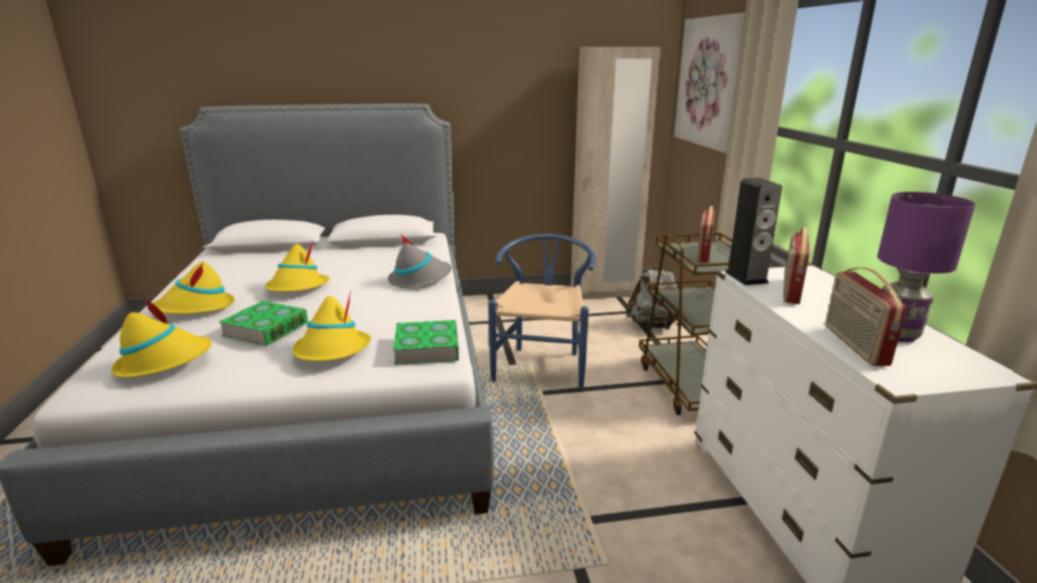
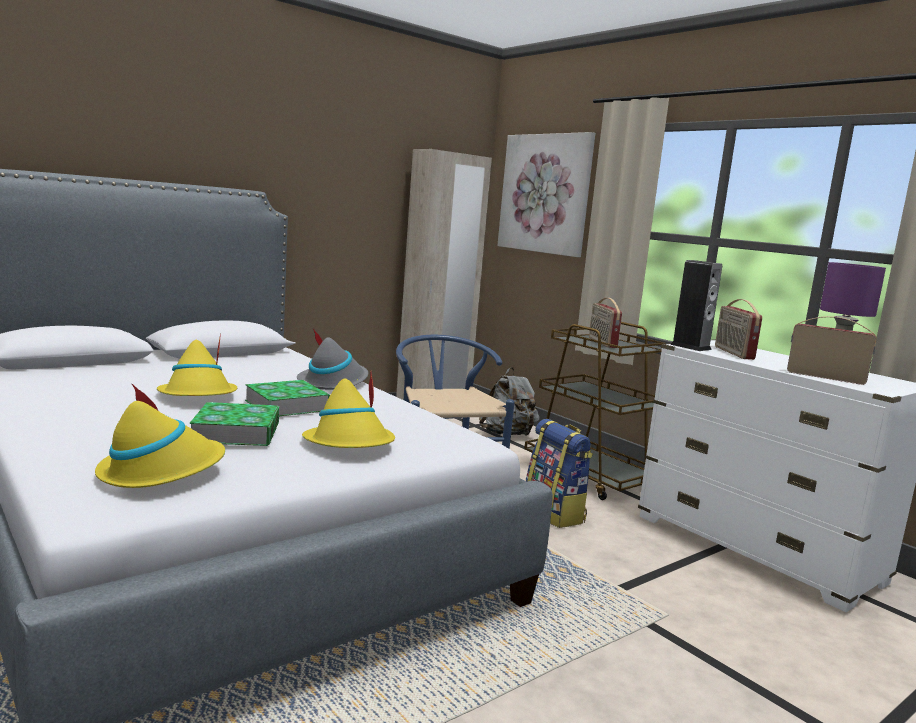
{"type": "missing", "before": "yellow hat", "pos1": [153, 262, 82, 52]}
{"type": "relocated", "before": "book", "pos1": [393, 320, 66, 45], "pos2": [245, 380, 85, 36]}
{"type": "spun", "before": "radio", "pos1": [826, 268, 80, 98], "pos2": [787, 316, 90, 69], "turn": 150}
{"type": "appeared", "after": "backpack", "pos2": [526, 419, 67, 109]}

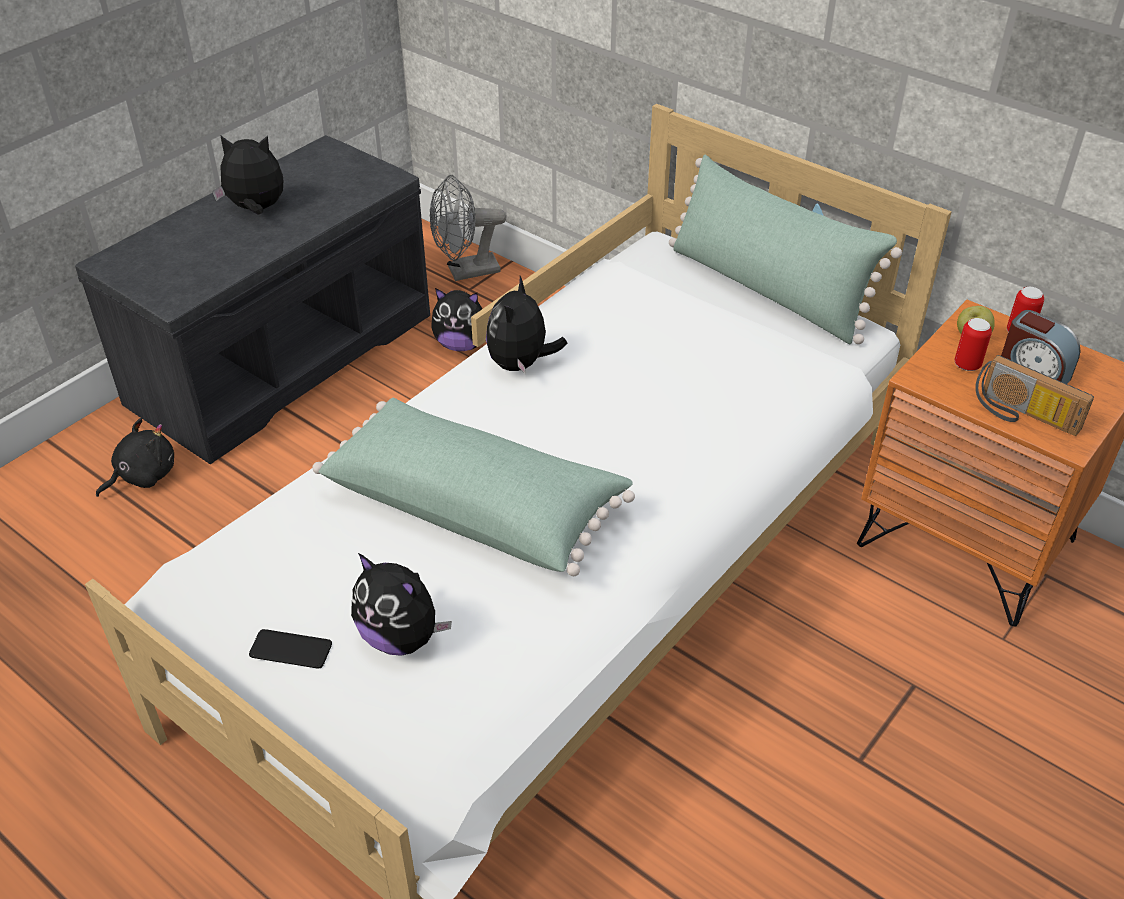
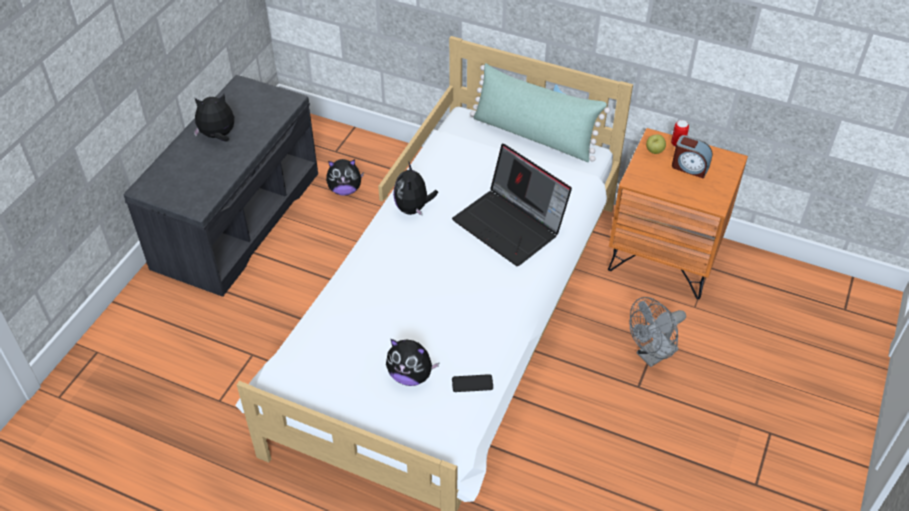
{"type": "missing", "before": "black plush toy", "pos1": [96, 418, 78, 79]}
{"type": "relocated", "before": "phone", "pos1": [249, 629, 83, 39], "pos2": [452, 374, 41, 18]}
{"type": "missing", "before": "green pillow", "pos1": [312, 398, 323, 178]}
{"type": "relocated", "before": "grey fan", "pos1": [430, 175, 76, 106], "pos2": [630, 297, 56, 70]}
{"type": "missing", "before": "can", "pos1": [955, 318, 37, 53]}
{"type": "missing", "before": "radio", "pos1": [975, 355, 119, 81]}
{"type": "appeared", "after": "laptop", "pos2": [452, 144, 120, 122]}

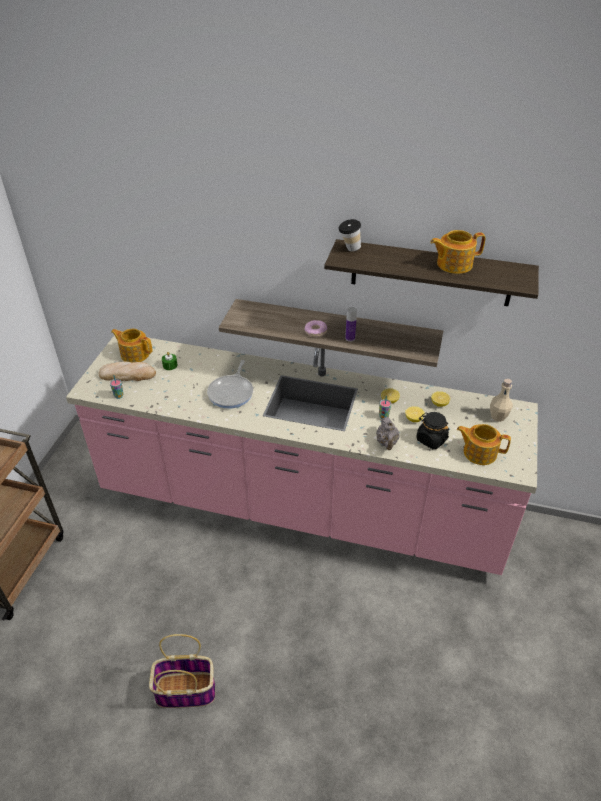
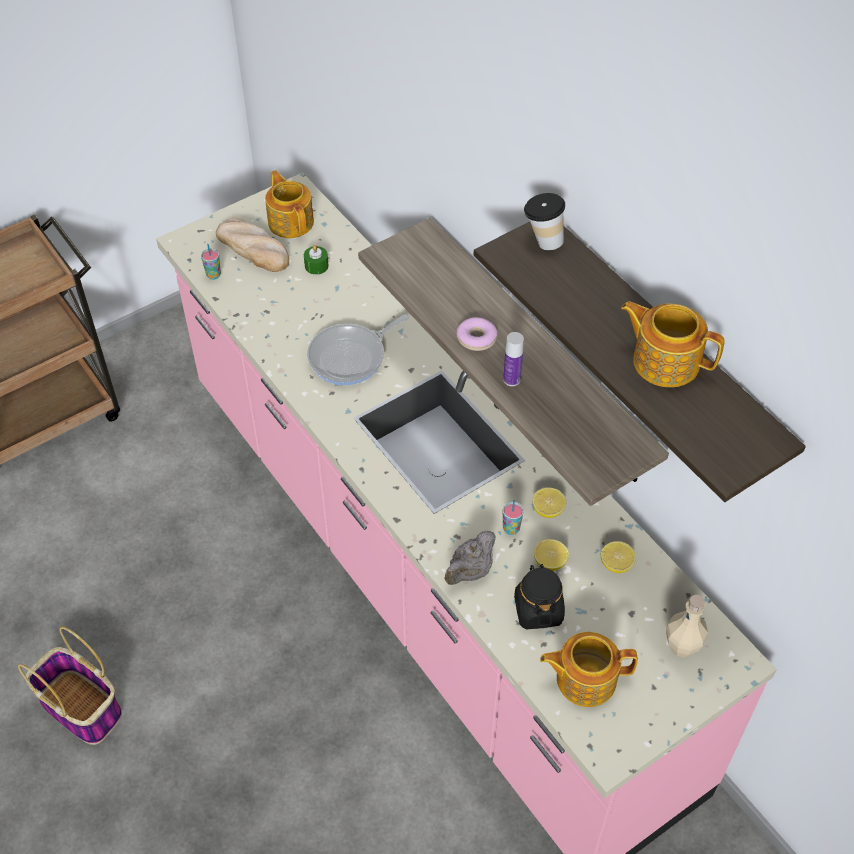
{"type": "spun", "before": "teapot", "pos1": [457, 424, 54, 41], "pos2": [540, 632, 98, 75], "turn": -60}

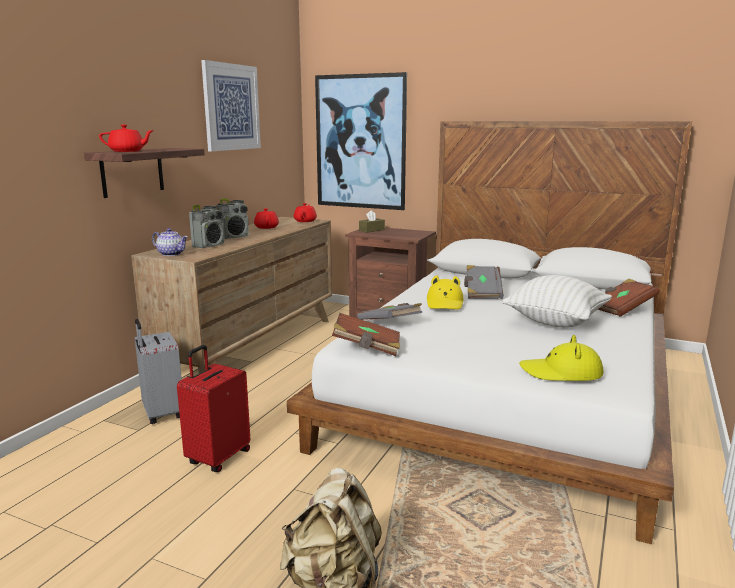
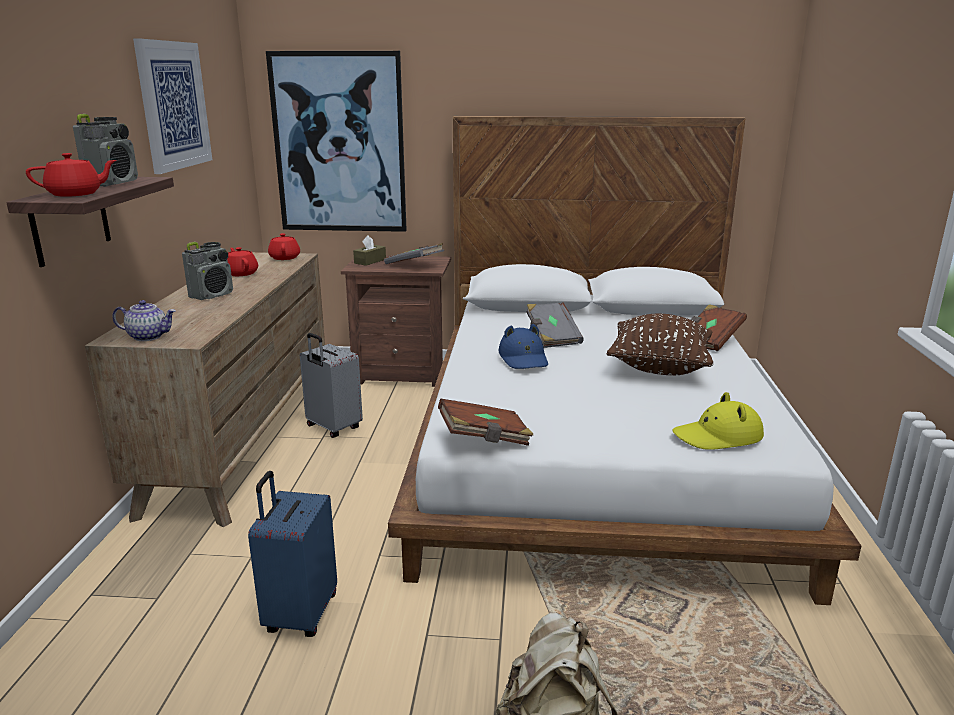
{"type": "relocated", "before": "grey suitcase", "pos1": [135, 319, 47, 105], "pos2": [300, 333, 63, 105]}
{"type": "colour", "before": "red suitcase", "after": "blue suitcase", "pos1": [177, 345, 73, 127], "pos2": [248, 471, 89, 166]}
{"type": "relocated", "before": "radio", "pos1": [189, 205, 36, 43], "pos2": [73, 114, 65, 73]}
{"type": "relocated", "before": "grey book", "pos1": [357, 303, 65, 17], "pos2": [384, 243, 60, 21]}
{"type": "colour", "before": "yellow hat", "after": "blue hat", "pos1": [427, 276, 37, 34], "pos2": [499, 324, 49, 45]}
{"type": "colour", "before": "white pillow", "after": "brown pillow", "pos1": [502, 275, 110, 53], "pos2": [606, 314, 107, 61]}

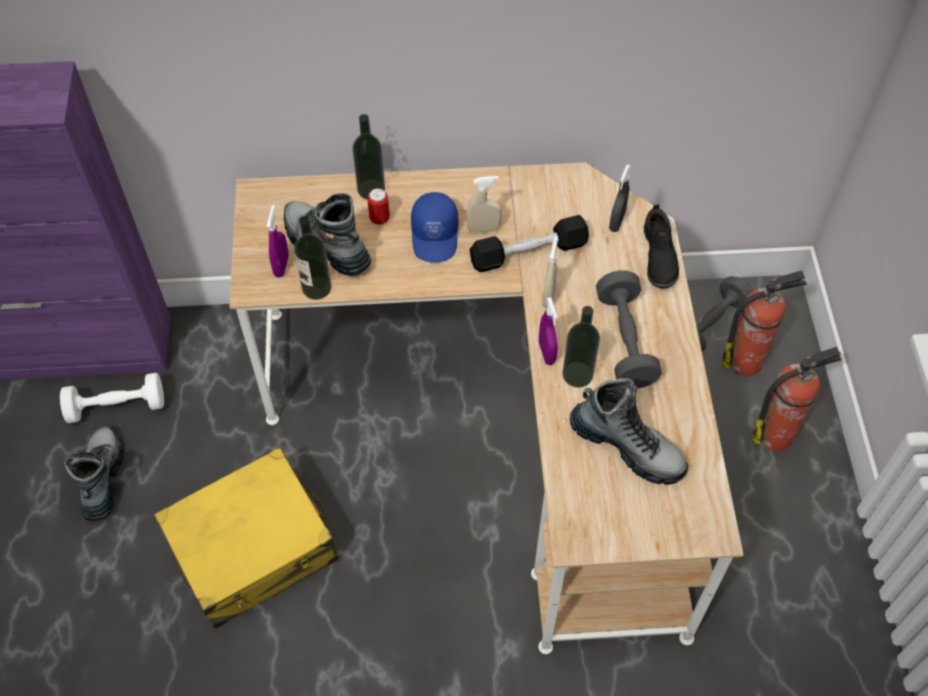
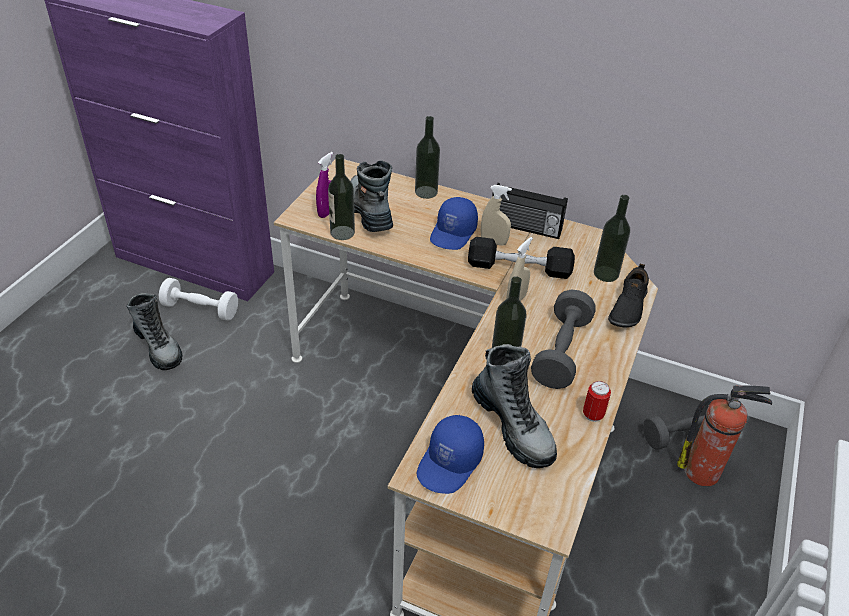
{"type": "spun", "before": "boot", "pos1": [64, 426, 60, 95], "pos2": [127, 293, 56, 77], "turn": 120}
{"type": "missing", "before": "yellow suitcase", "pos1": [154, 447, 185, 182]}
{"type": "relocated", "before": "can", "pos1": [367, 188, 23, 37], "pos2": [583, 381, 28, 41]}
{"type": "missing", "before": "purple spray bottle", "pos1": [539, 297, 19, 68]}
{"type": "exchanged", "before": "grey spray bottle", "after": "bottle", "pos1": [609, 164, 22, 68], "pos2": [594, 195, 36, 87]}
{"type": "missing", "before": "fire extinguisher", "pos1": [751, 347, 91, 104]}
{"type": "appeared", "after": "blue cap", "pos2": [417, 415, 67, 79]}
{"type": "appeared", "after": "radio", "pos2": [492, 183, 76, 56]}

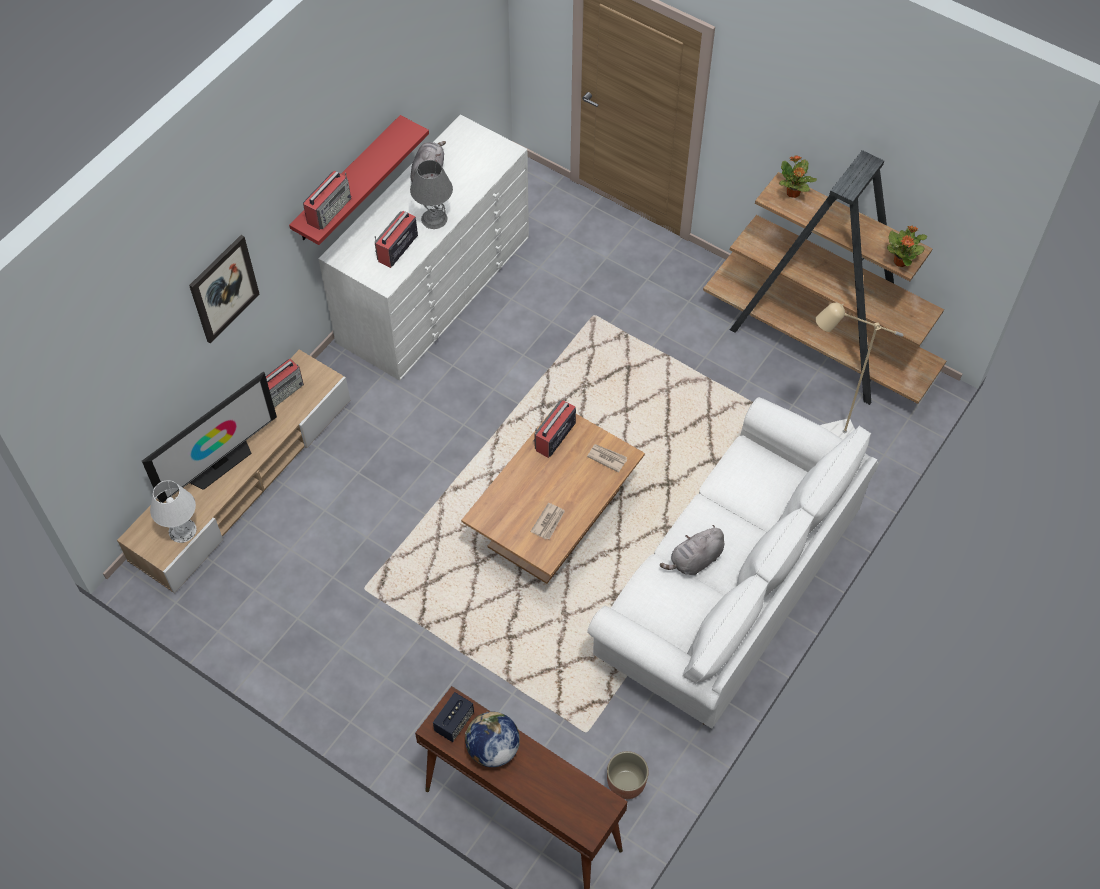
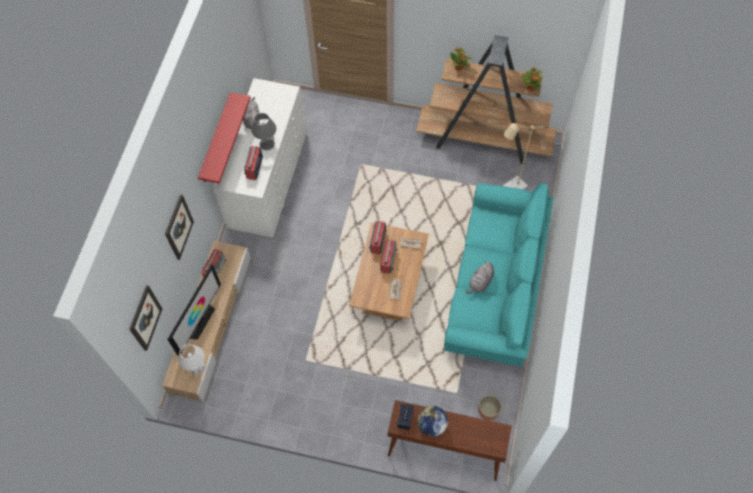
{"type": "relocated", "before": "radio", "pos1": [303, 170, 48, 60], "pos2": [380, 240, 18, 34]}
{"type": "colour", "before": "white sofa", "after": "turquoise sofa", "pos1": [587, 397, 291, 331], "pos2": [444, 182, 110, 185]}
{"type": "appeared", "after": "picture", "pos2": [129, 285, 33, 66]}

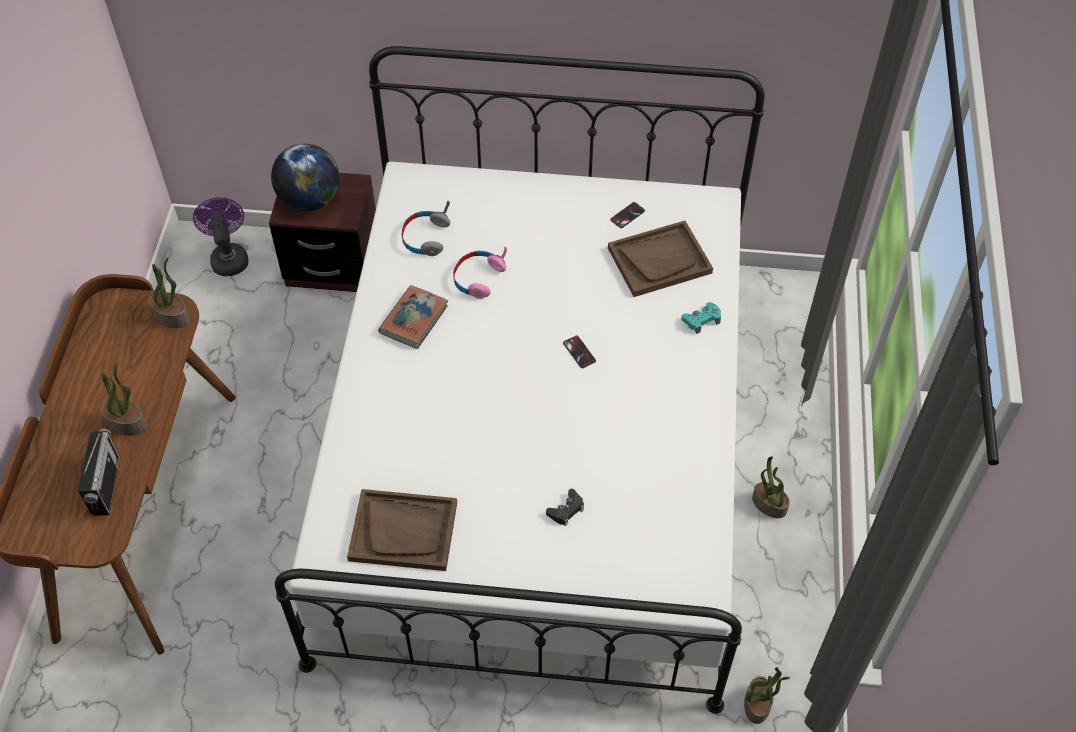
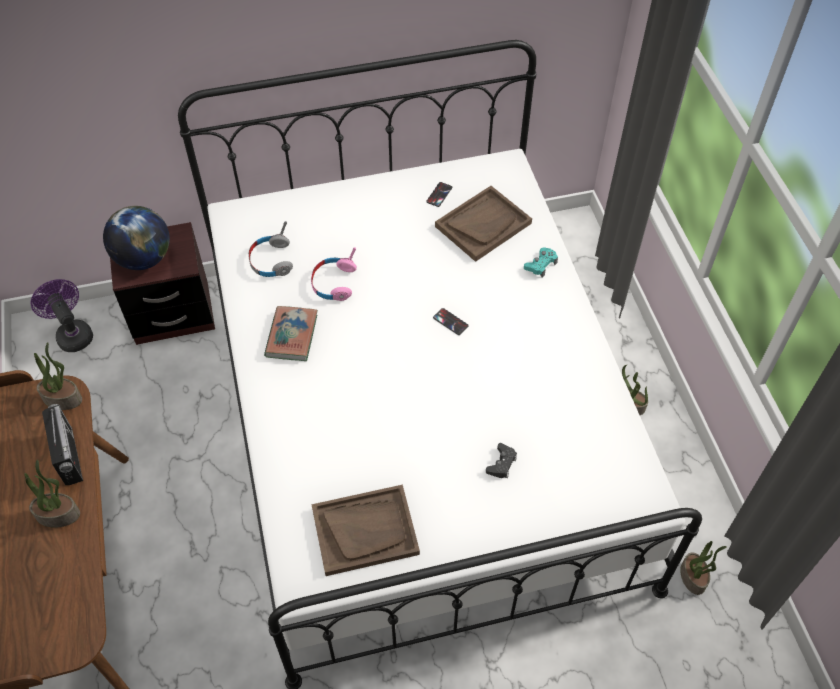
{"type": "relocated", "before": "radio", "pos1": [78, 429, 42, 87], "pos2": [42, 404, 41, 81]}

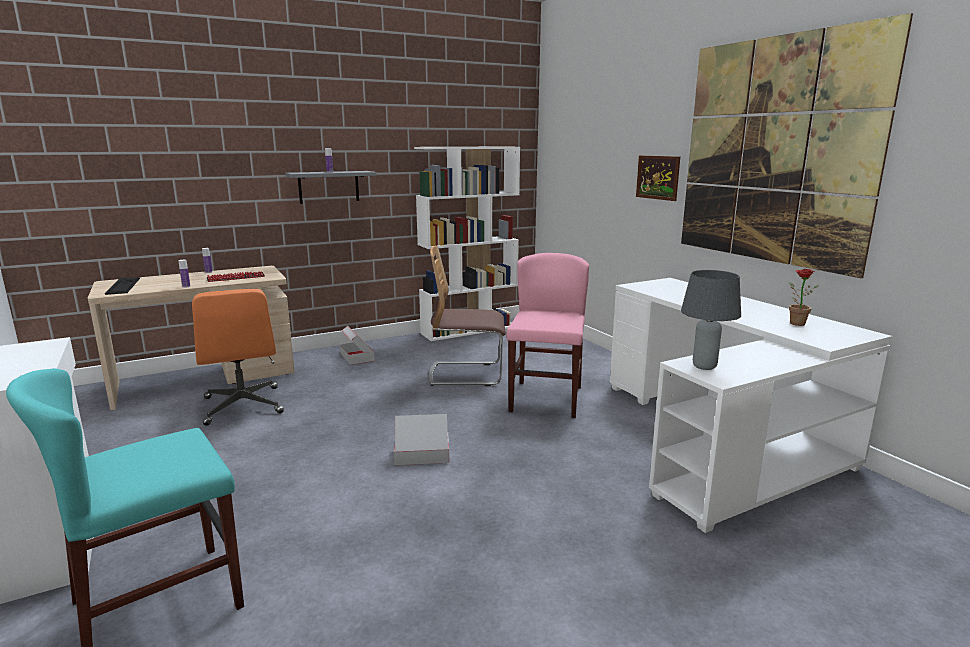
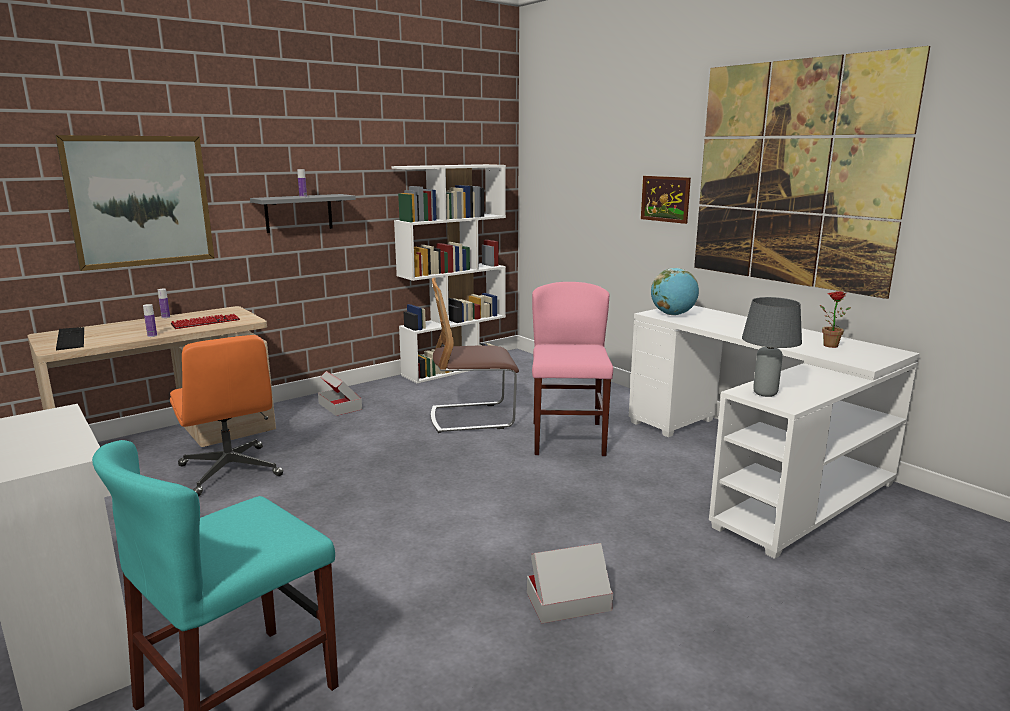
{"type": "relocated", "before": "cardboard box", "pos1": [394, 414, 55, 51], "pos2": [527, 543, 86, 81]}
{"type": "appeared", "after": "picture", "pos2": [55, 135, 160, 136]}
{"type": "appeared", "after": "globe", "pos2": [651, 268, 48, 47]}

